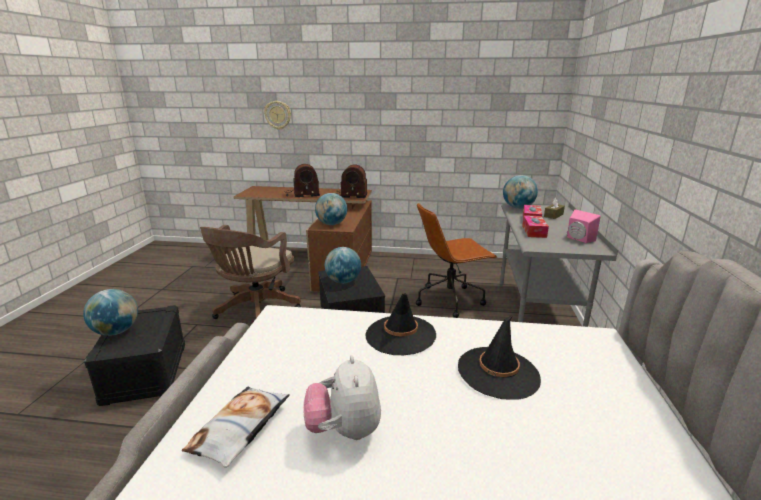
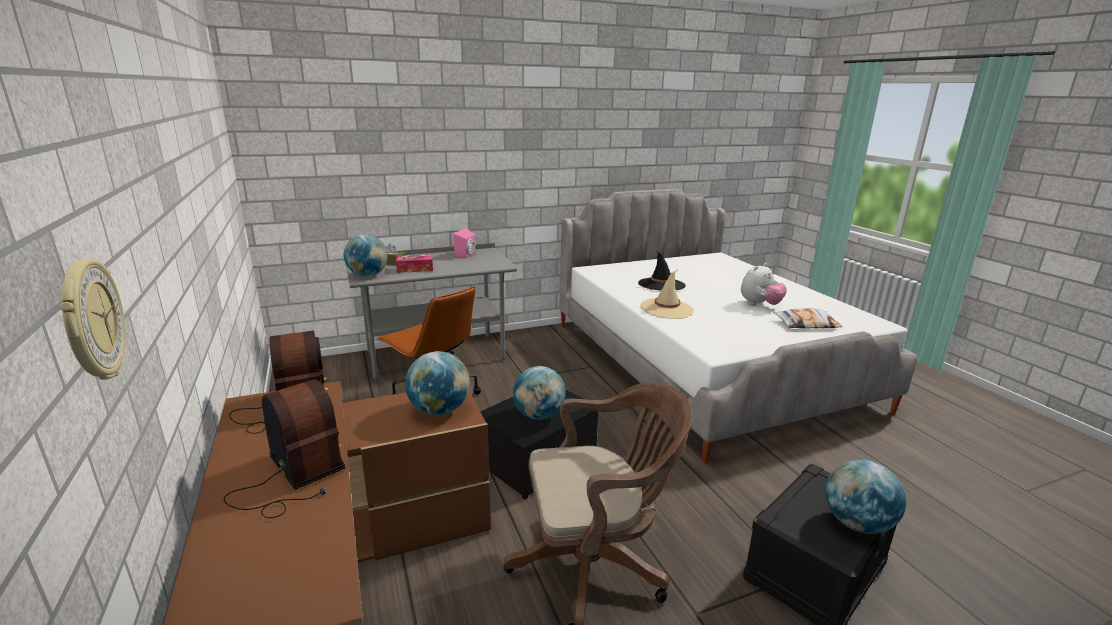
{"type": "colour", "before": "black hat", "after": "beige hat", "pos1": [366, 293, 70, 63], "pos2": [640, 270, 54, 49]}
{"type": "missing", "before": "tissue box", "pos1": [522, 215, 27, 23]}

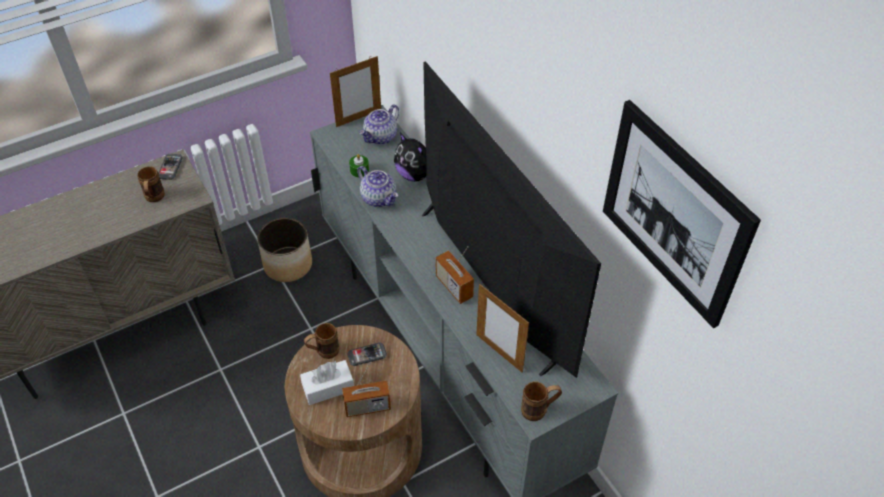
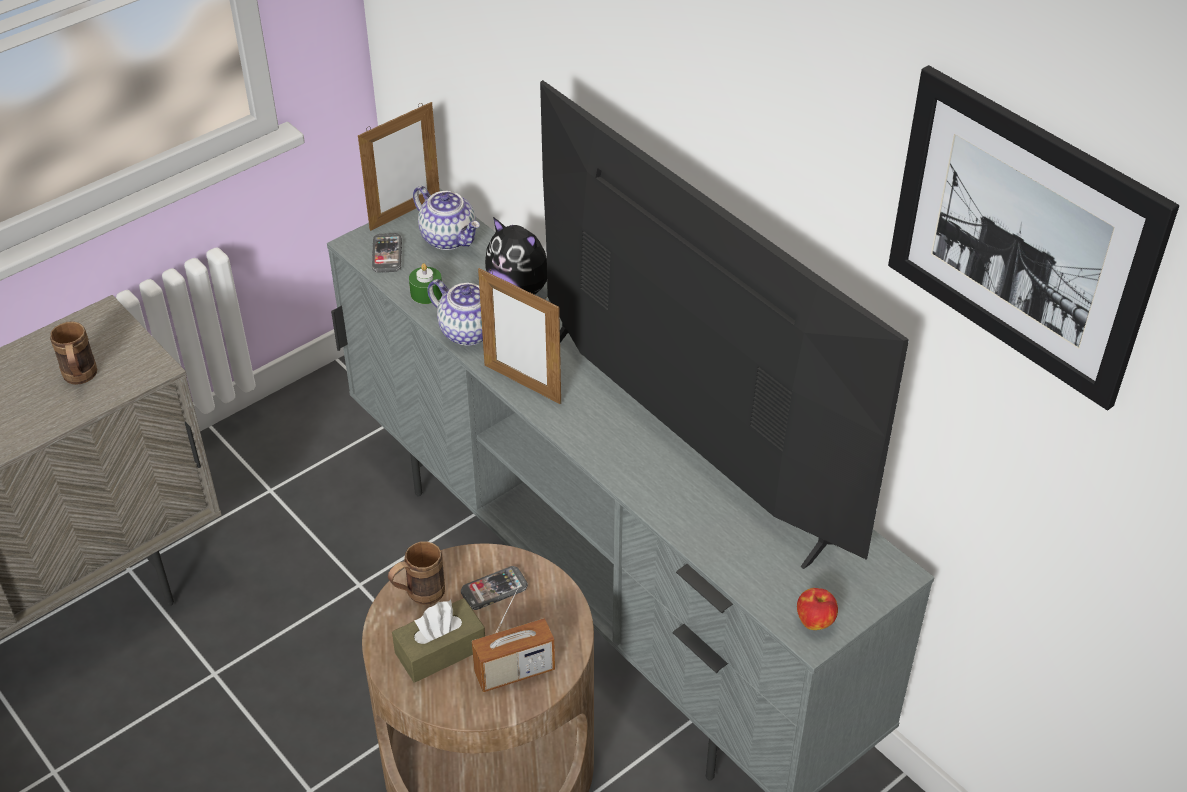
{"type": "relocated", "before": "phone", "pos1": [159, 154, 24, 26], "pos2": [372, 233, 30, 40]}
{"type": "missing", "before": "planter", "pos1": [257, 218, 55, 64]}
{"type": "colour", "before": "white tissue box", "after": "brown tissue box", "pos1": [300, 360, 54, 45], "pos2": [392, 598, 93, 85]}
{"type": "spun", "before": "teapot", "pos1": [359, 104, 40, 41], "pos2": [413, 186, 67, 64], "turn": -75}
{"type": "missing", "before": "radio", "pos1": [436, 246, 38, 58]}
{"type": "relocated", "before": "picture frame", "pos1": [476, 284, 53, 89], "pos2": [478, 268, 83, 136]}
{"type": "exchanged", "before": "brown mug", "after": "apple", "pos1": [521, 381, 41, 40], "pos2": [797, 588, 41, 42]}

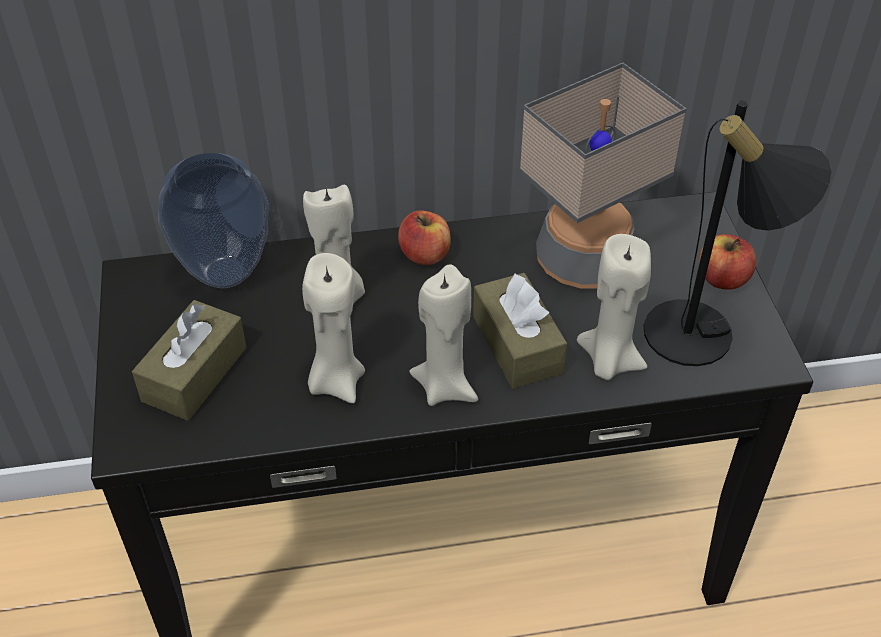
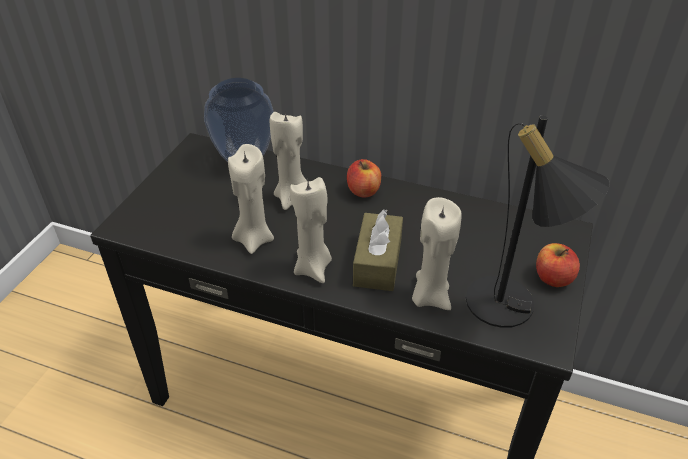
{"type": "missing", "before": "brown tissue box", "pos1": [132, 300, 115, 121]}
{"type": "missing", "before": "table lamp", "pos1": [519, 63, 168, 226]}

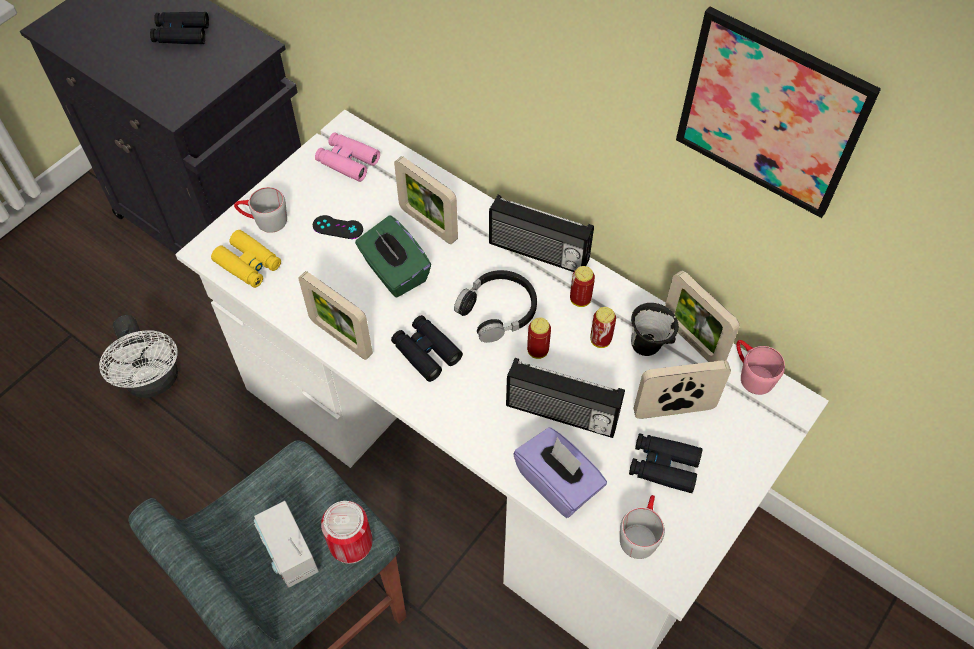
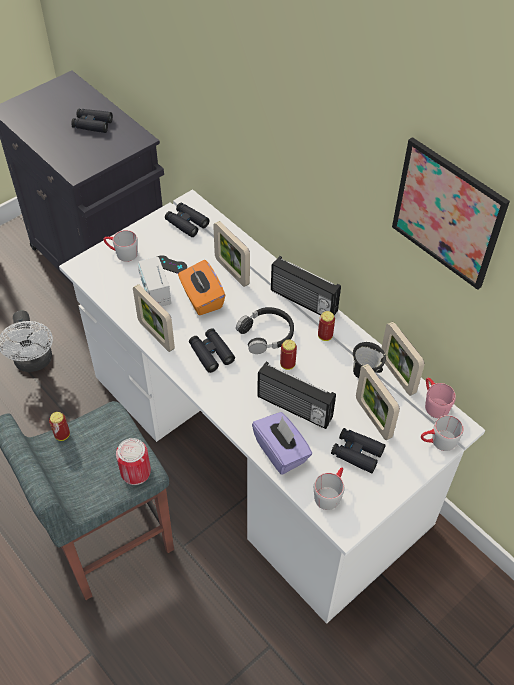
{"type": "missing", "before": "yellow binoculars", "pos1": [211, 230, 70, 58]}
{"type": "relocated", "before": "radio", "pos1": [254, 501, 65, 87], "pos2": [138, 257, 33, 49]}
{"type": "colour", "before": "pink binoculars", "after": "black binoculars", "pos1": [315, 132, 65, 50], "pos2": [165, 203, 45, 34]}
{"type": "colour", "before": "green tissue box", "after": "orange tissue box", "pos1": [355, 215, 76, 82], "pos2": [178, 260, 48, 55]}
{"type": "relocated", "before": "can", "pos1": [590, 307, 26, 41], "pos2": [49, 412, 21, 29]}
{"type": "spun", "before": "picture frame", "pos1": [634, 360, 97, 59], "pos2": [356, 364, 44, 76], "turn": -120}
{"type": "appeared", "after": "grey mug", "pos2": [421, 415, 43, 36]}

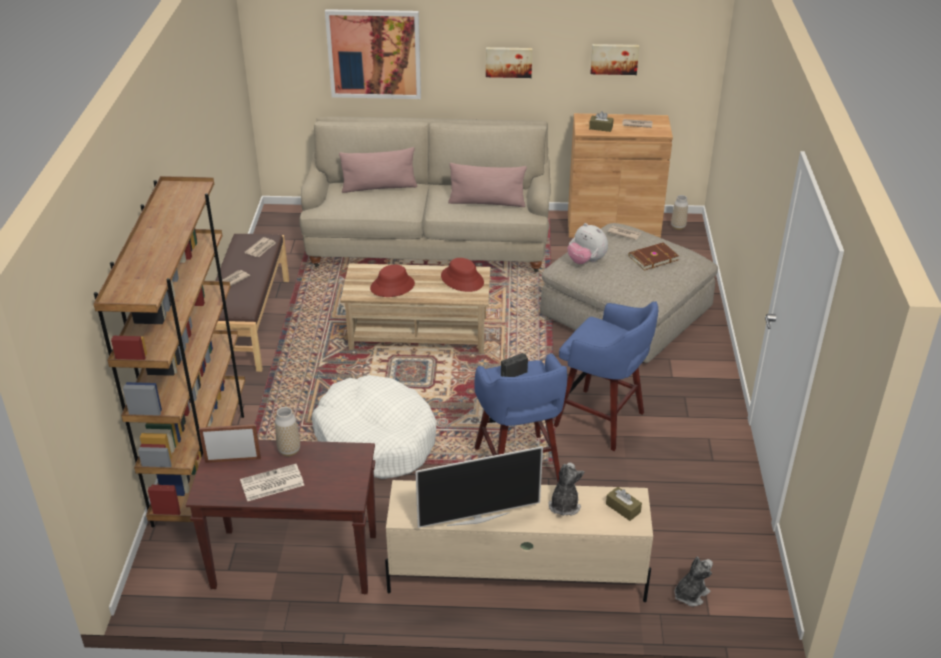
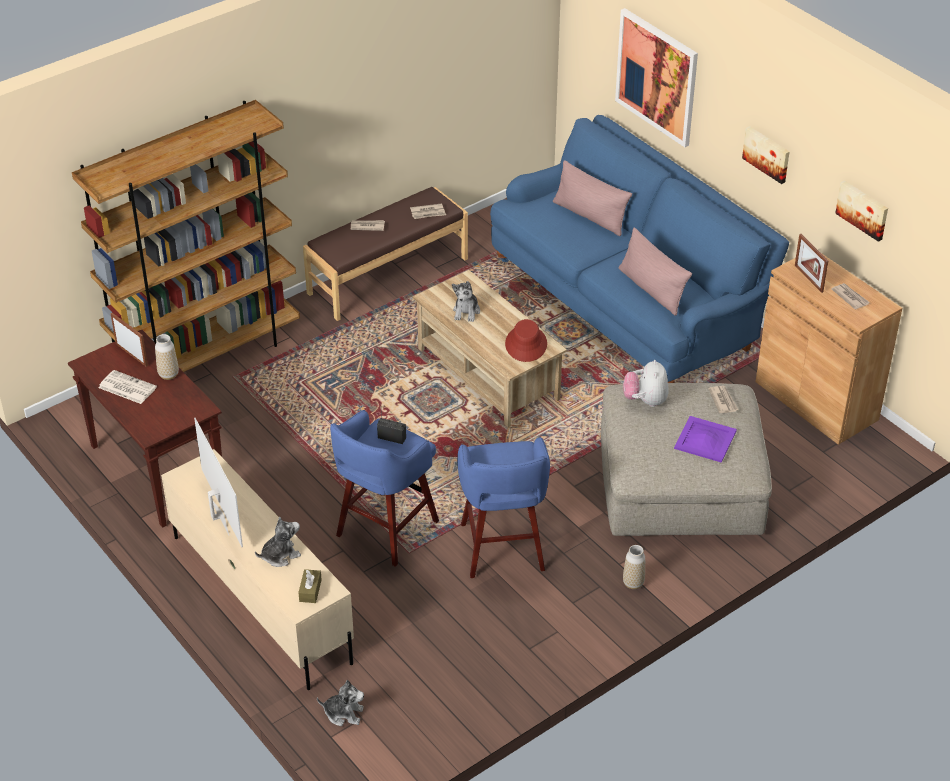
{"type": "colour", "before": "beige sofa", "after": "blue sofa", "pos1": [299, 117, 252, 155], "pos2": [490, 115, 299, 268]}
{"type": "missing", "before": "white dog bed", "pos1": [312, 375, 124, 104]}
{"type": "exchanged", "before": "red hat", "after": "plush toy", "pos1": [370, 264, 45, 33], "pos2": [452, 281, 28, 41]}
{"type": "spun", "before": "television", "pos1": [415, 446, 128, 82], "pos2": [194, 418, 49, 129], "turn": -150}
{"type": "exchanged", "before": "brown tissue box", "after": "picture frame", "pos1": [589, 111, 25, 21], "pos2": [795, 234, 33, 59]}
{"type": "exchanged", "before": "brown book", "after": "purple tray", "pos1": [628, 242, 51, 29], "pos2": [674, 416, 63, 47]}
{"type": "relocated", "before": "vase", "pos1": [671, 195, 17, 35], "pos2": [623, 545, 22, 44]}

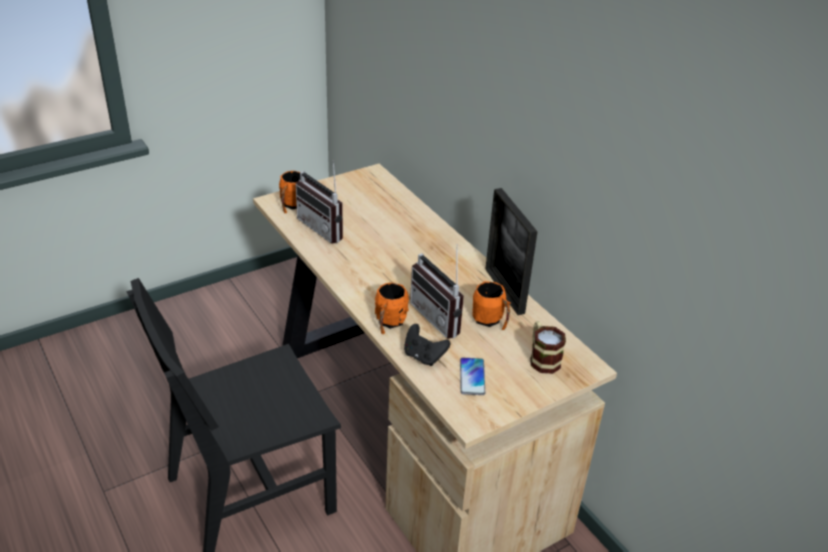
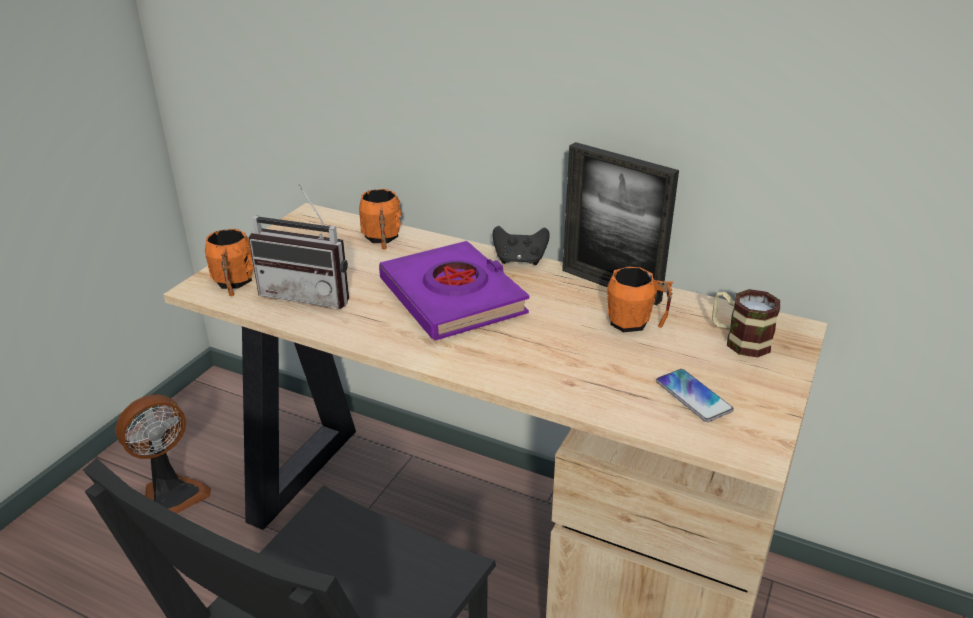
{"type": "relocated", "before": "orange mug", "pos1": [375, 282, 34, 52], "pos2": [359, 189, 43, 61]}
{"type": "relocated", "before": "black game controller", "pos1": [404, 324, 46, 42], "pos2": [493, 226, 57, 39]}
{"type": "missing", "before": "radio", "pos1": [410, 244, 54, 95]}
{"type": "appeared", "after": "fan", "pos2": [115, 394, 96, 120]}
{"type": "appeared", "after": "purple book", "pos2": [379, 241, 150, 100]}

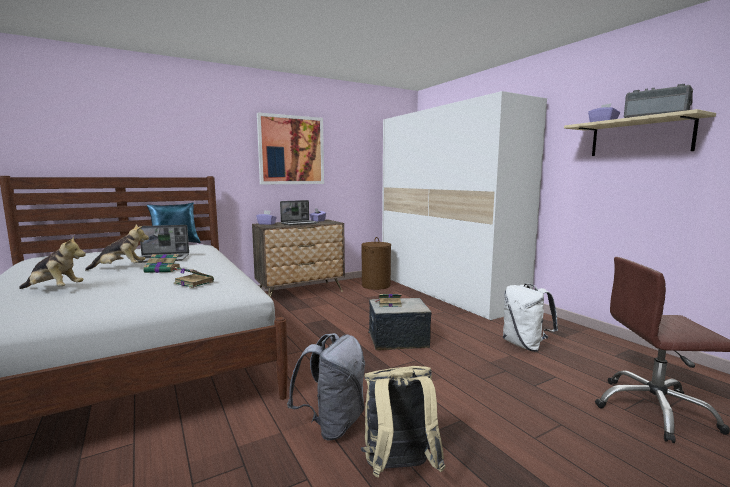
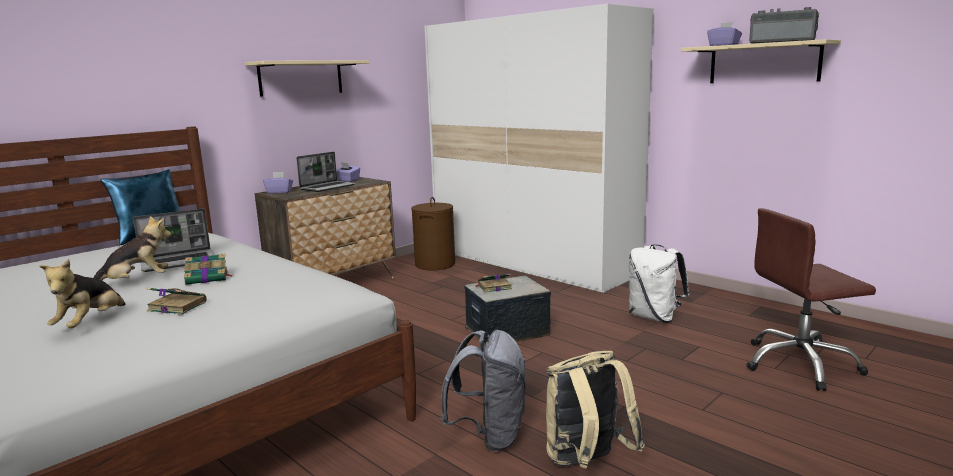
{"type": "spun", "before": "plush toy", "pos1": [19, 236, 67, 53], "pos2": [39, 259, 86, 69], "turn": 105}
{"type": "relocated", "before": "book", "pos1": [174, 267, 40, 21], "pos2": [146, 288, 60, 27]}
{"type": "exchanged", "before": "picture", "after": "beige shelf", "pos1": [257, 112, 67, 72], "pos2": [244, 60, 126, 36]}

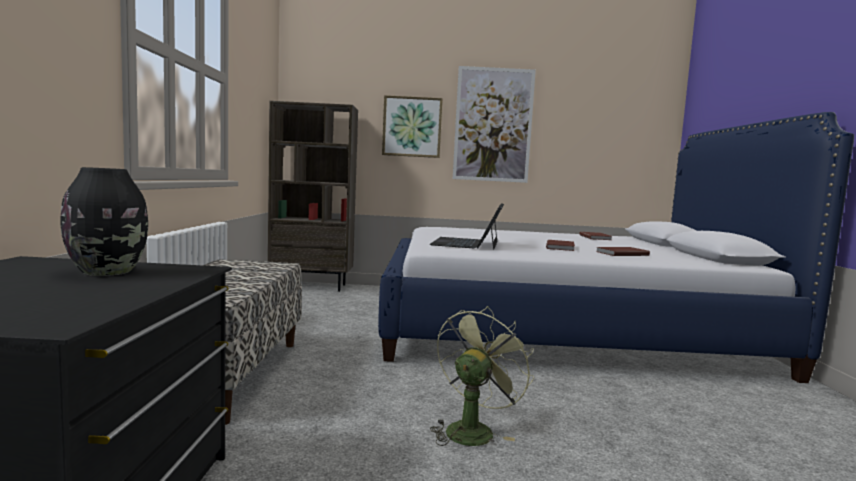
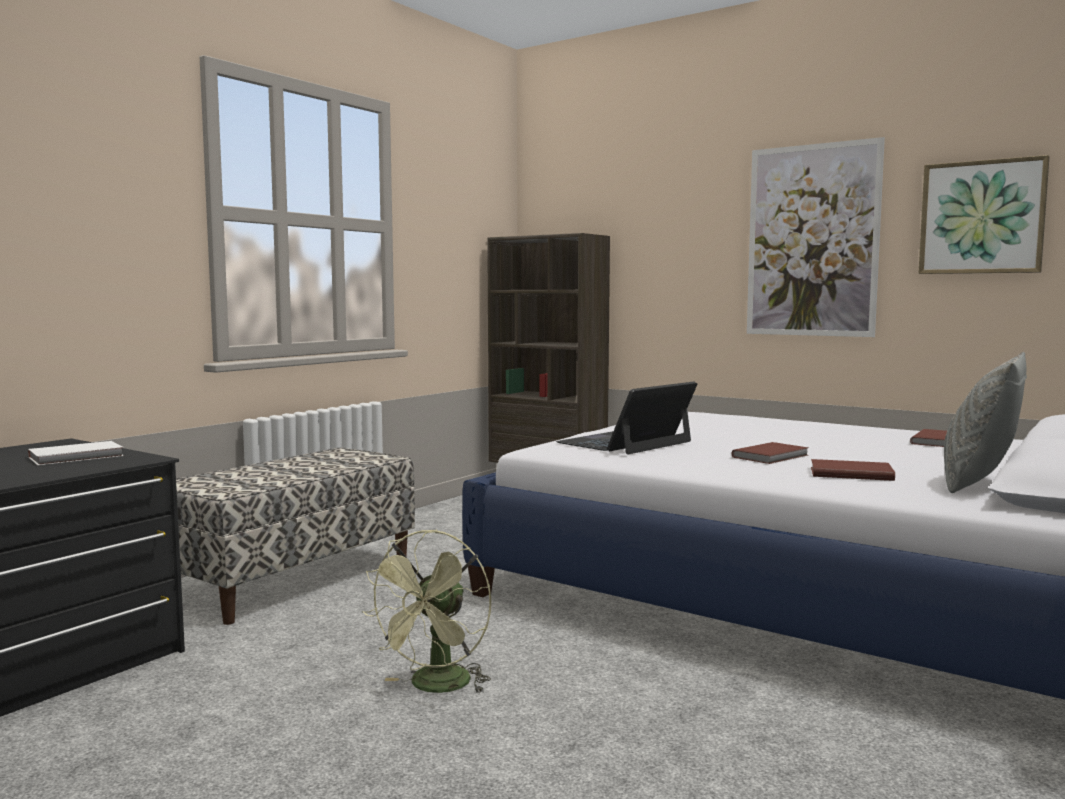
{"type": "exchanged", "before": "black vase", "after": "white book", "pos1": [60, 167, 88, 109], "pos2": [28, 441, 96, 24]}
{"type": "relocated", "before": "picture", "pos1": [382, 95, 61, 63], "pos2": [918, 155, 132, 119]}
{"type": "spun", "before": "green fan", "pos1": [430, 306, 104, 140], "pos2": [362, 530, 129, 164], "turn": 135}
{"type": "appeared", "after": "grey pillow", "pos2": [944, 352, 83, 141]}

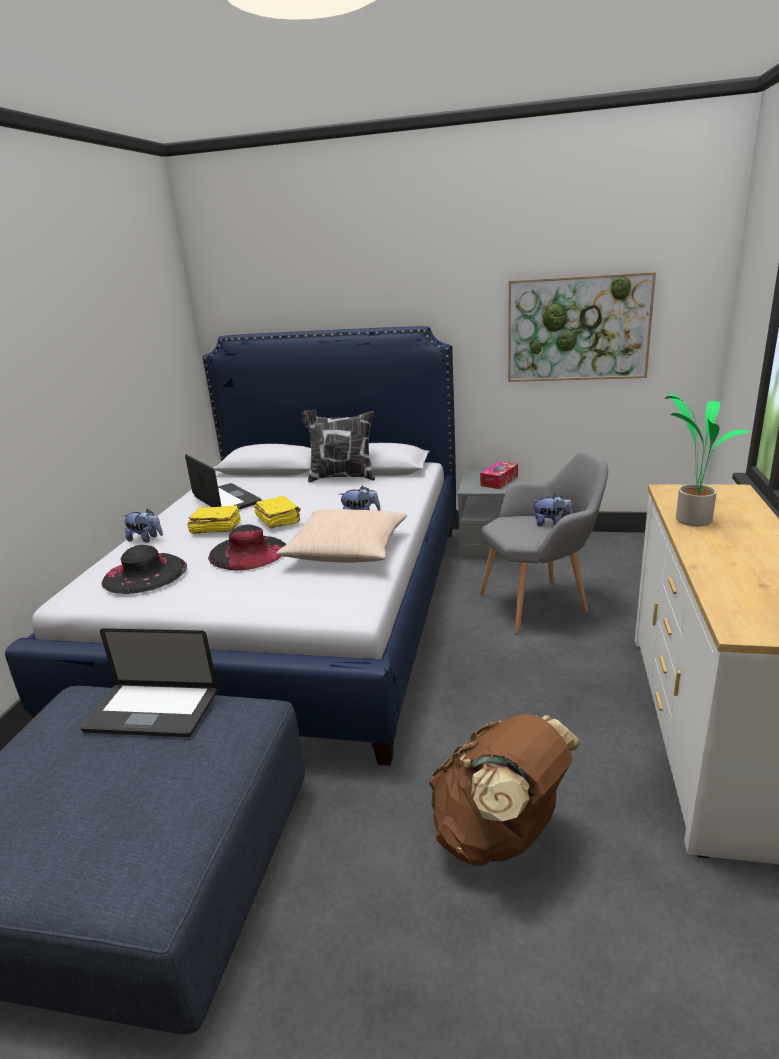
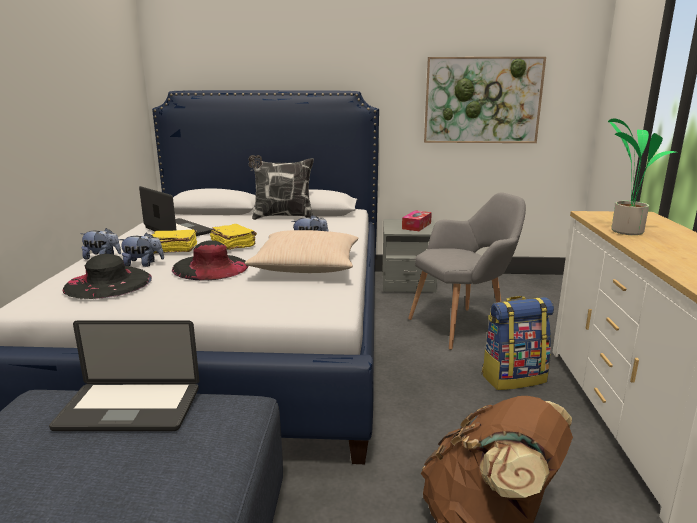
{"type": "relocated", "before": "plush toy", "pos1": [532, 494, 41, 32], "pos2": [119, 233, 45, 34]}
{"type": "appeared", "after": "backpack", "pos2": [482, 296, 72, 94]}

